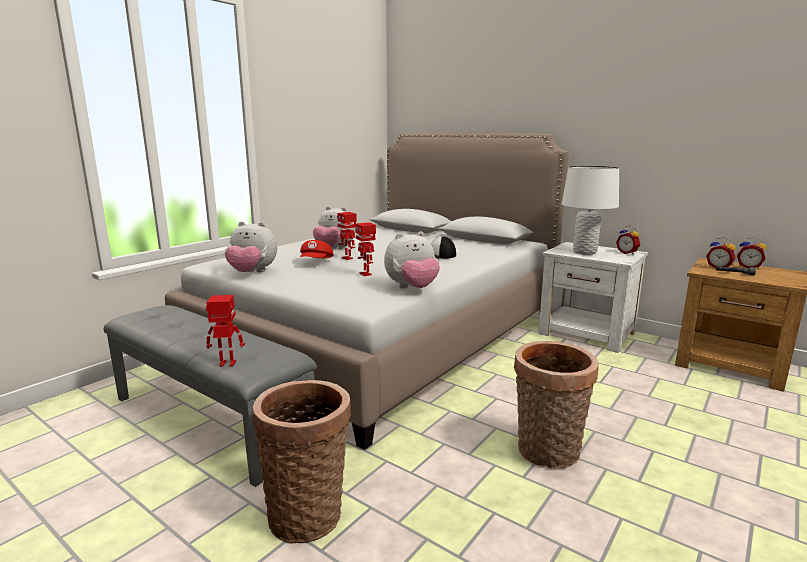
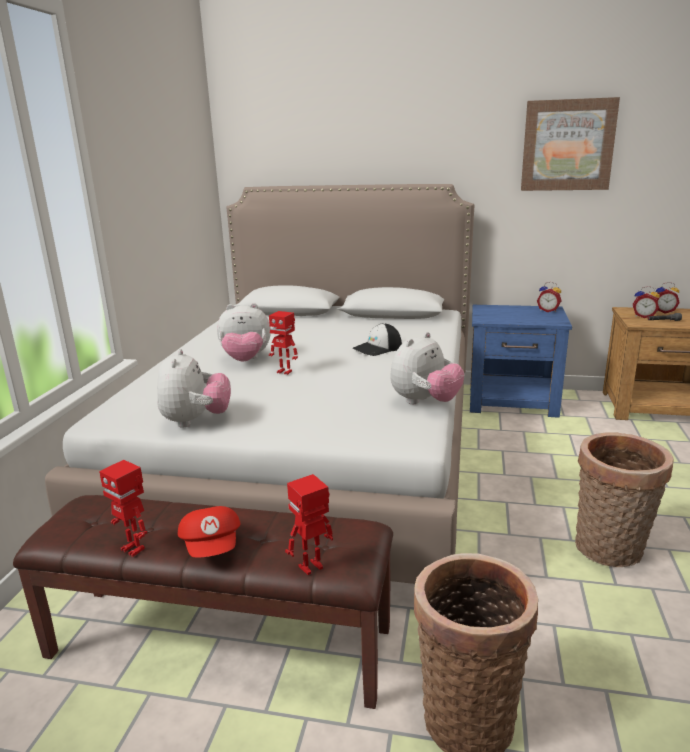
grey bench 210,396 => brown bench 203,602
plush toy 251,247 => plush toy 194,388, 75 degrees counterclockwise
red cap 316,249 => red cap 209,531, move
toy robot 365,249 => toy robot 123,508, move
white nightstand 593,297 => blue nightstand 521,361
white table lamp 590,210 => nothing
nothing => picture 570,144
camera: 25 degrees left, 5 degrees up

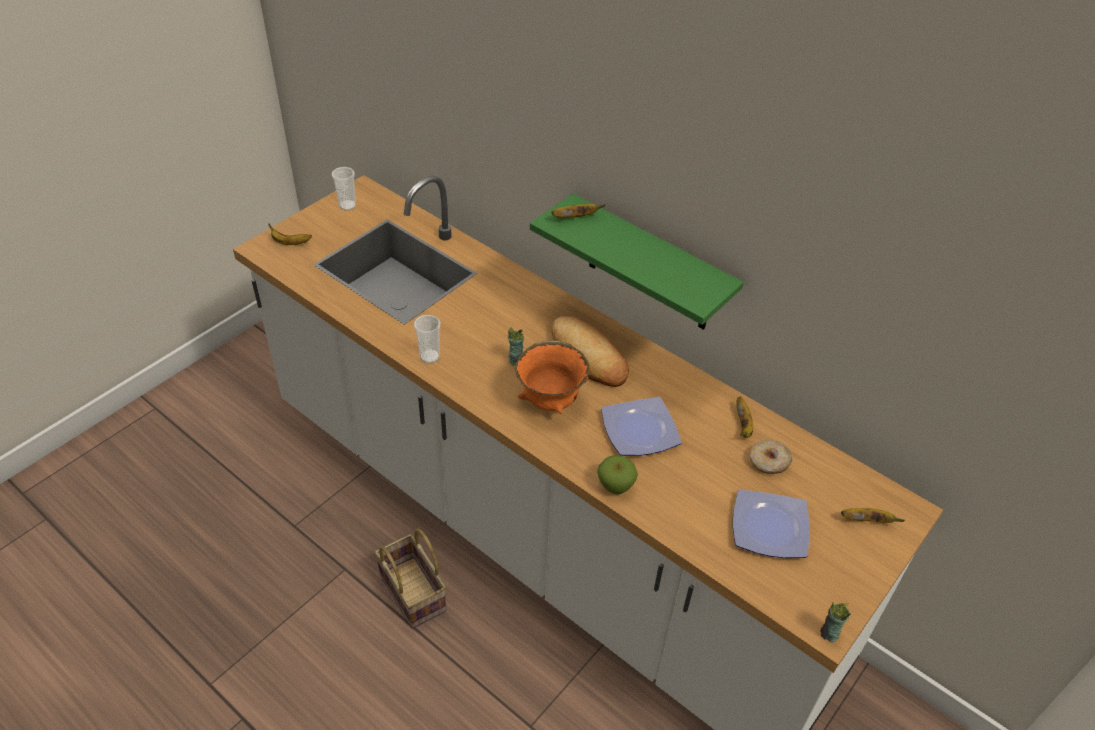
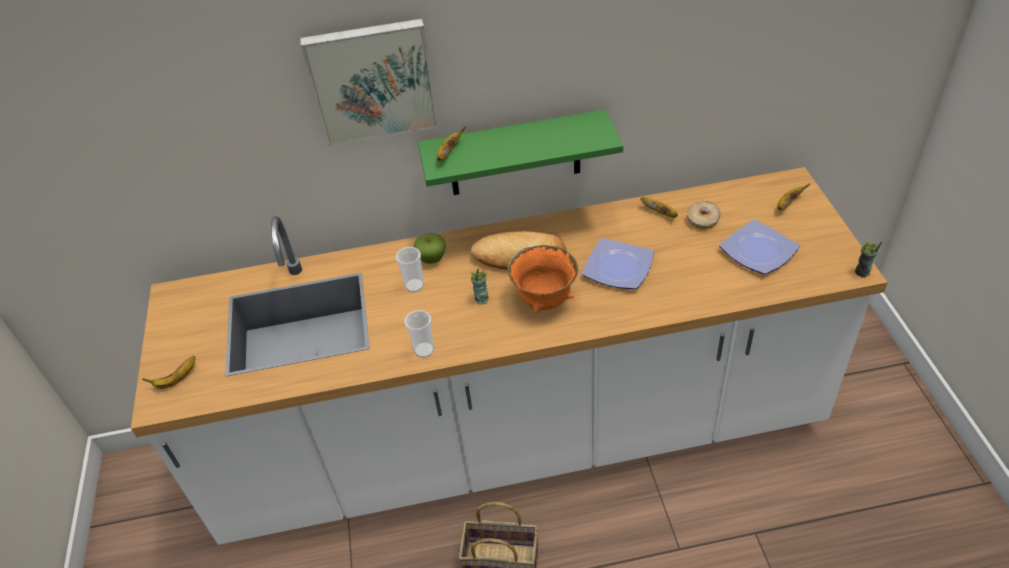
cup 344,189 => cup 410,270, move
apple 617,474 => apple 430,248, move
nothing => picture 369,82
camera: 45 degrees left, 0 degrees up

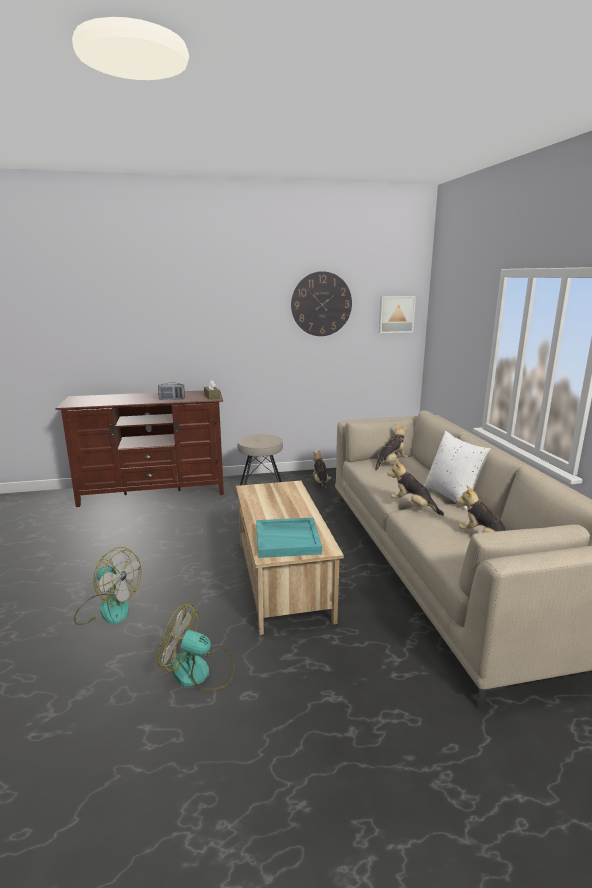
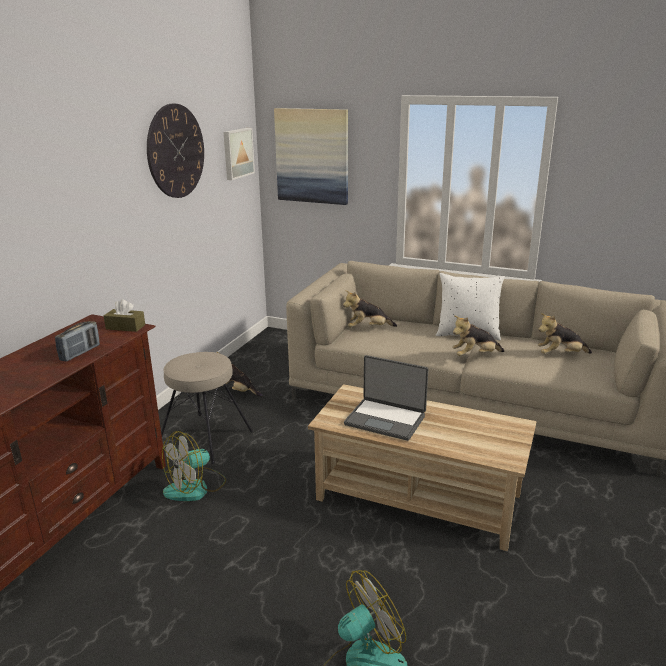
fan 196,647 => fan 194,466, move
turquoise tray 289,538 => nothing
plush toy 391,448 => plush toy 370,308, 90 degrees counterclockwise
nothing => picture 311,156
nothing => laptop 386,398
camera: 55 degrees left, 5 degrees up

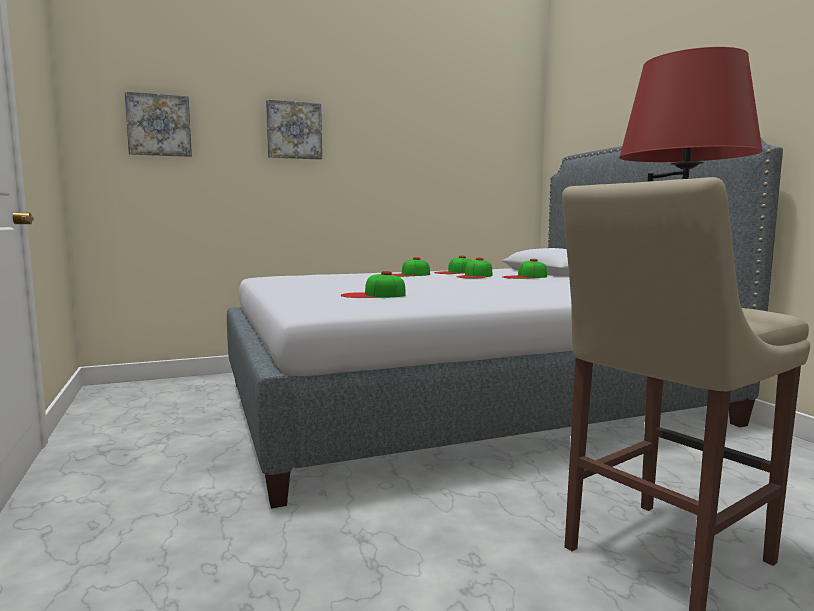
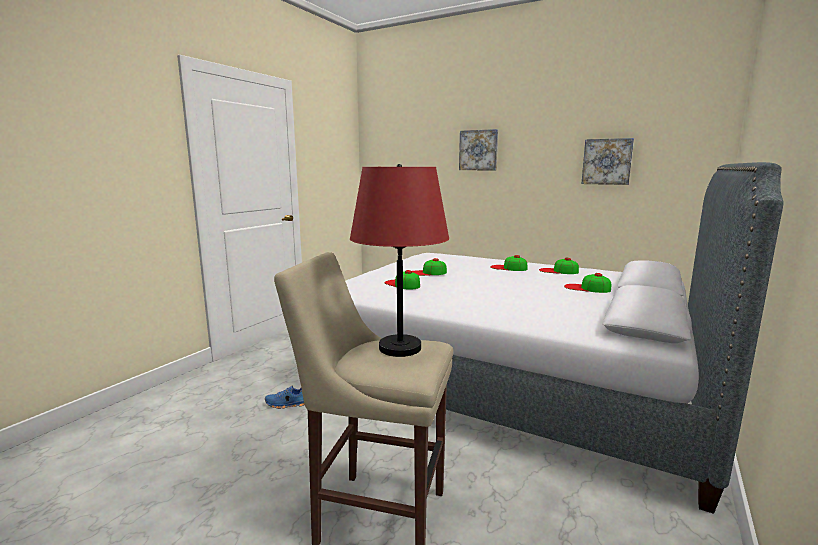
picture 158,124 => picture 608,161, move
cap 474,268 => cap 429,267, move
nothing => blue shoe 285,397
camera: 50 degrees right, 5 degrees up

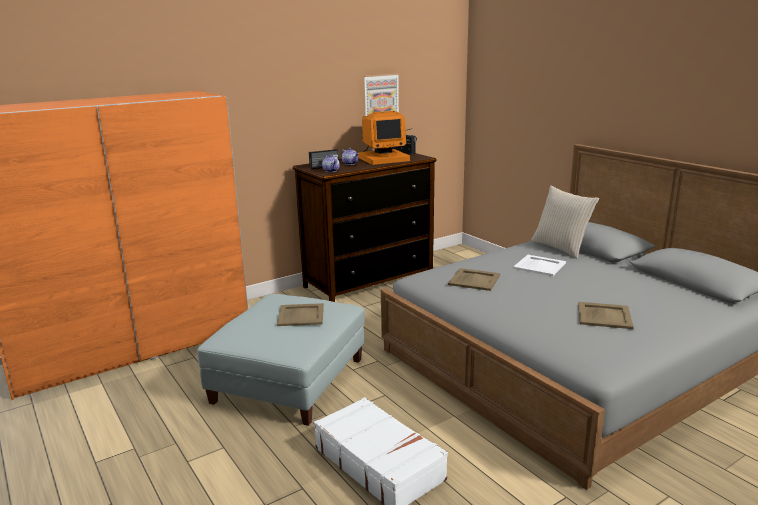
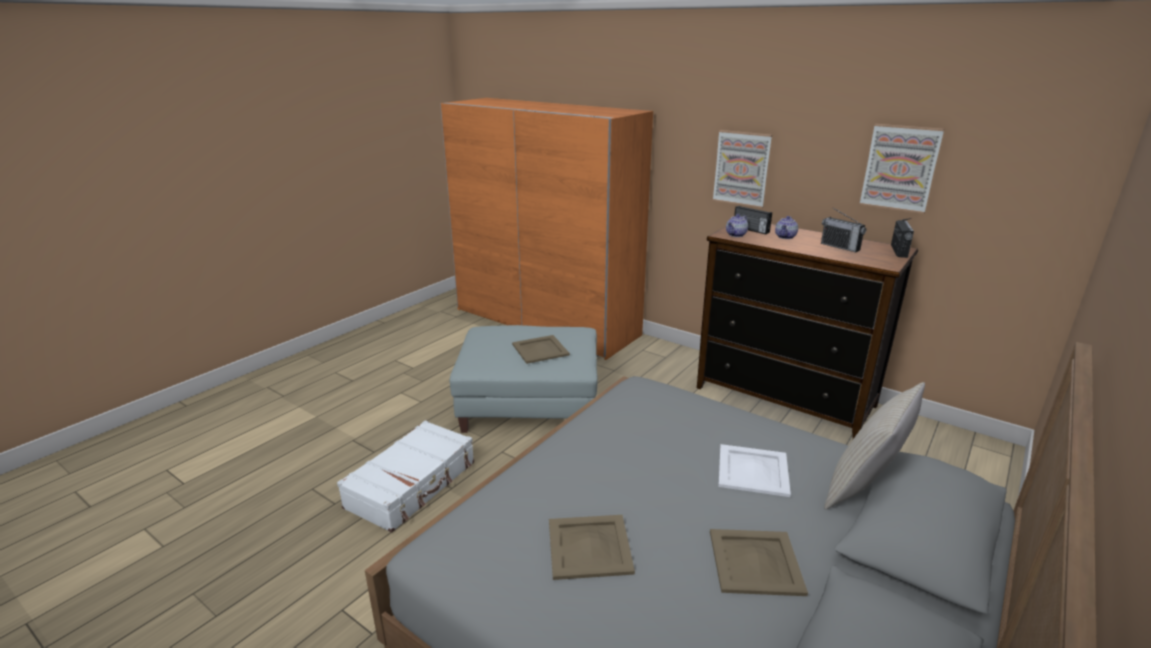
monitor 384,138 => radio 843,229
beige tray 474,279 => beige tray 759,562, move
nothing => picture 742,169
camera: 70 degrees right, 5 degrees up

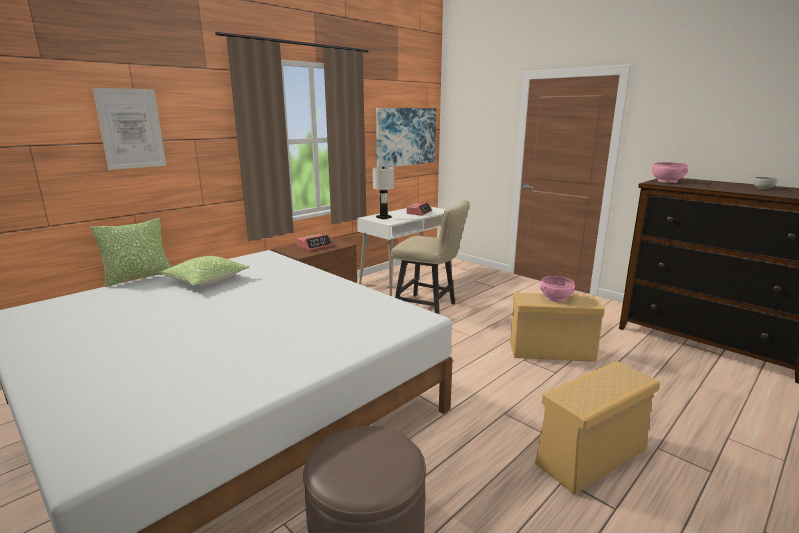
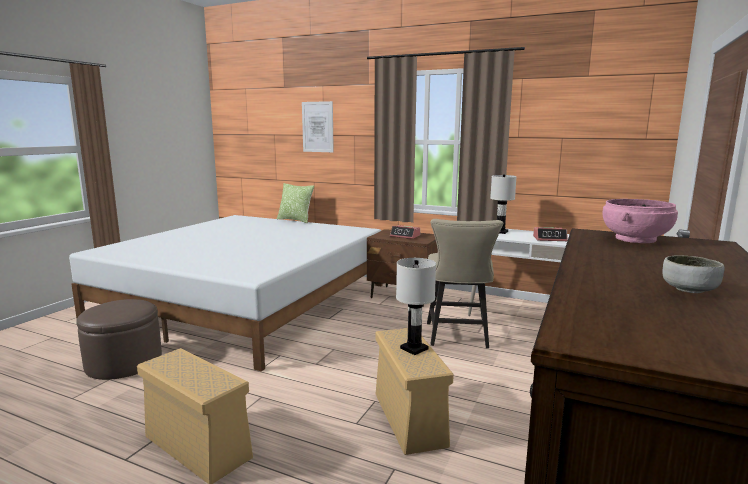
pillow 204,270 => nothing
picture 406,137 => nothing
pink bowl 557,289 => white table lamp 416,306
camera: 70 degrees right, 5 degrees down

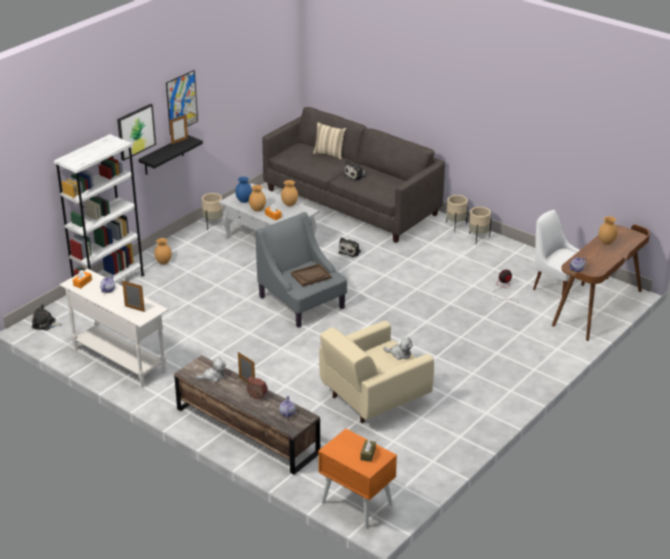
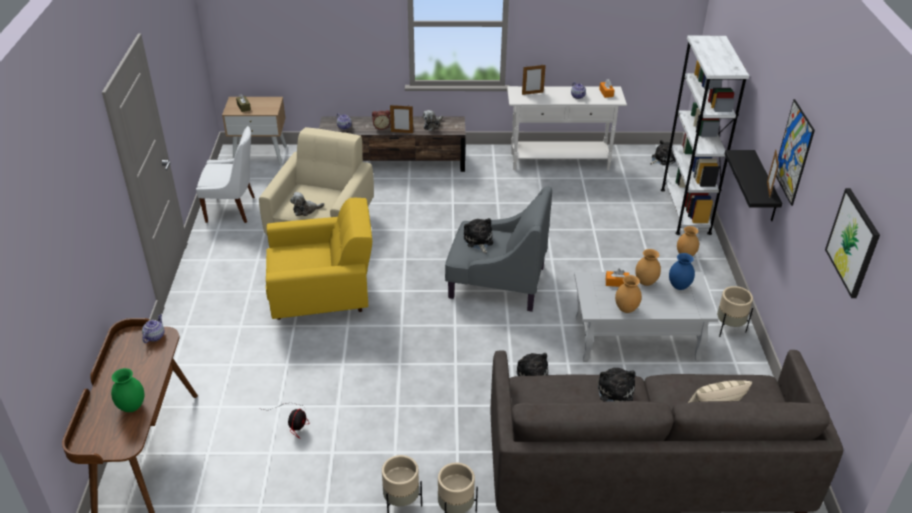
picture 136,132 => picture 852,243, move
brown tray 311,275 => plush toy 478,235
orange nightstand 357,479 => beige nightstand 254,131
white chair 559,253 => white chair 225,174, move
brown vase 608,230 => green vase 127,390
nothing => yellow armchair 319,259
camera: 140 degrees right, 5 degrees up

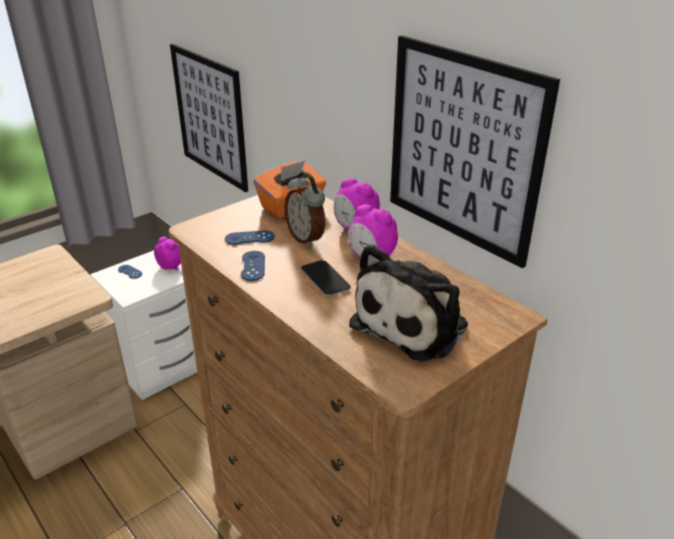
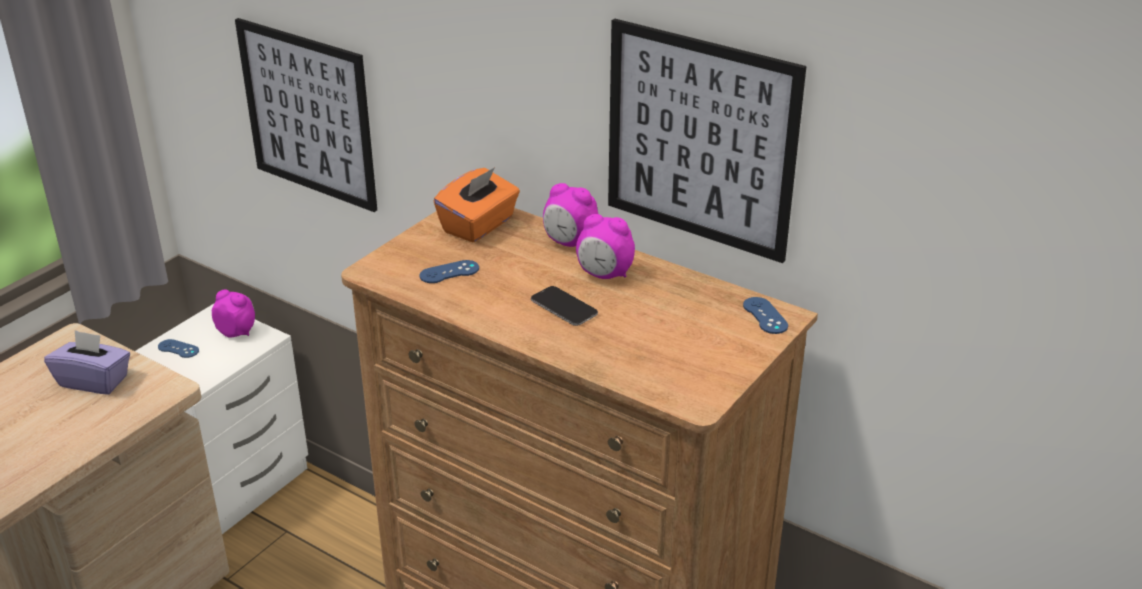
blue game controller 253,266 => blue game controller 765,315, move
alarm clock 304,209 => nothing
plush toy 408,302 => nothing
nothing => purple tissue box 87,362
camera: 15 degrees left, 0 degrees up

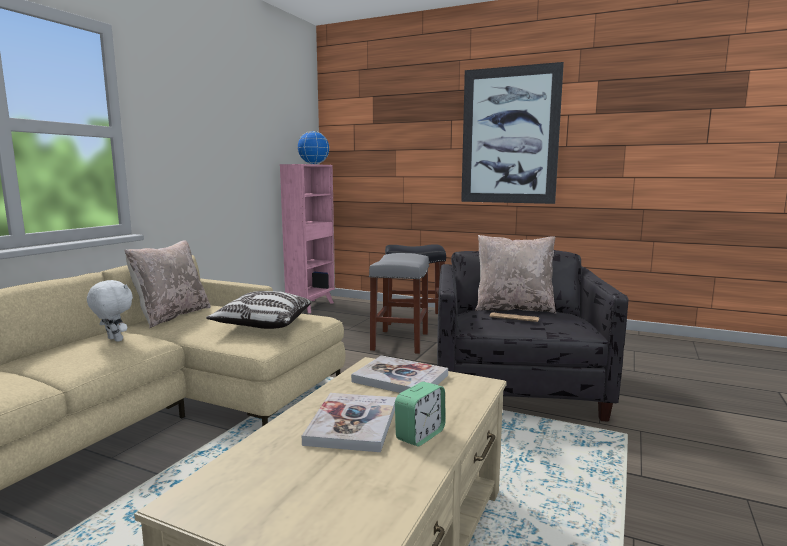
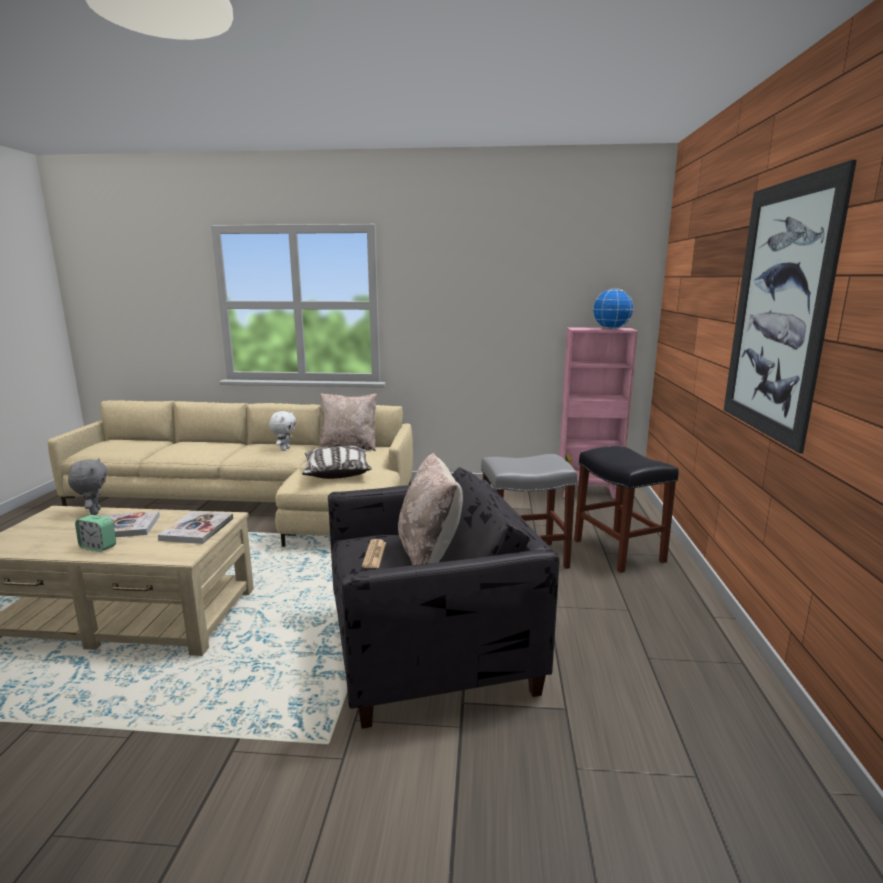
nothing => grey plush toy 87,486
camera: 70 degrees right, 5 degrees up

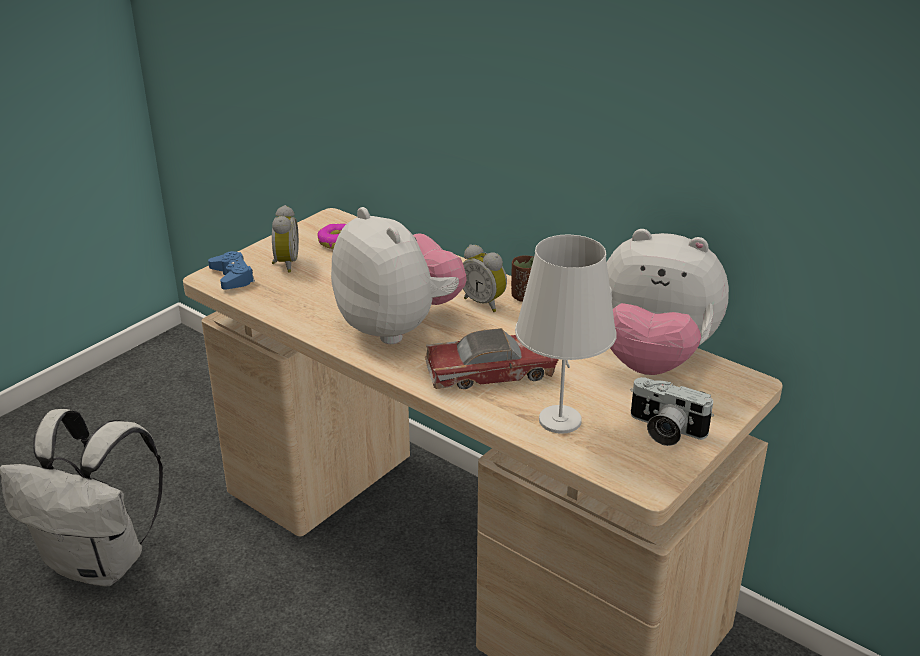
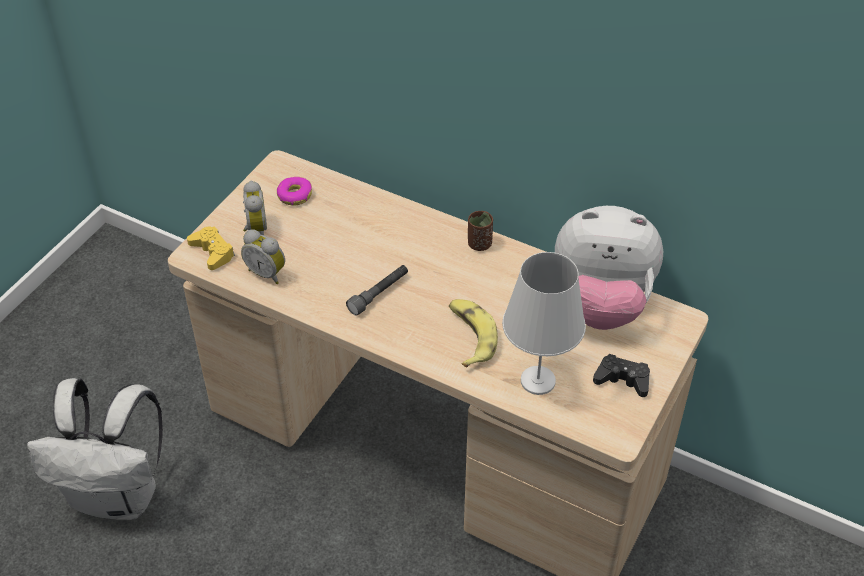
blue game controller 231,270 => yellow game controller 211,248
plush toy 398,275 => grey flashlight 377,290
toy car 492,358 => banana 473,333
alarm clock 485,278 => alarm clock 263,256, move
photo camera 672,411 => black game controller 621,375
camera: 10 degrees left, 15 degrees up

